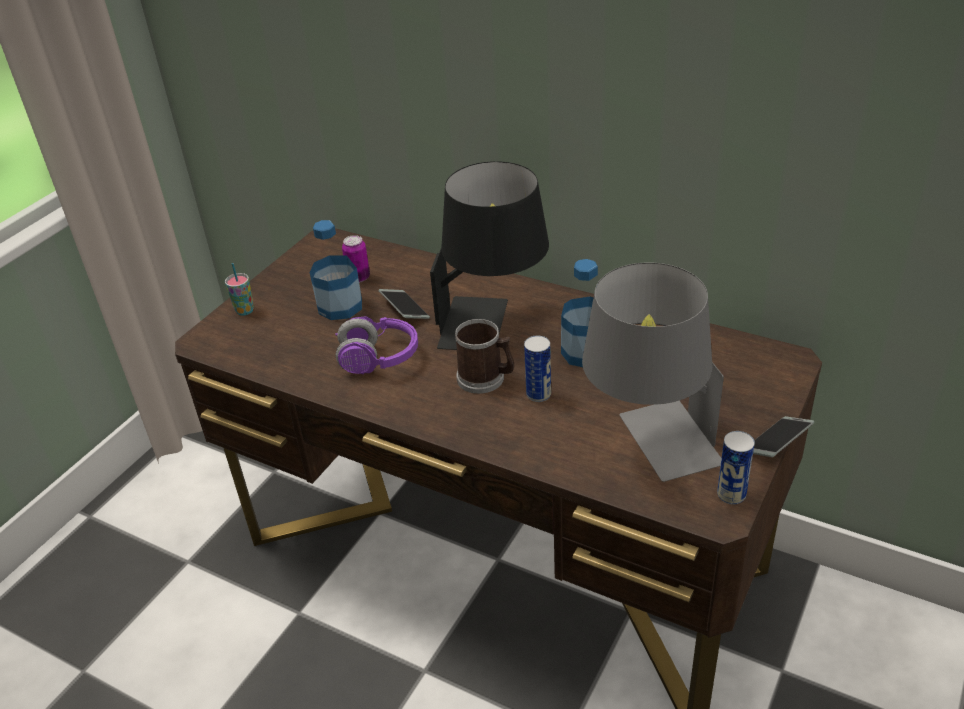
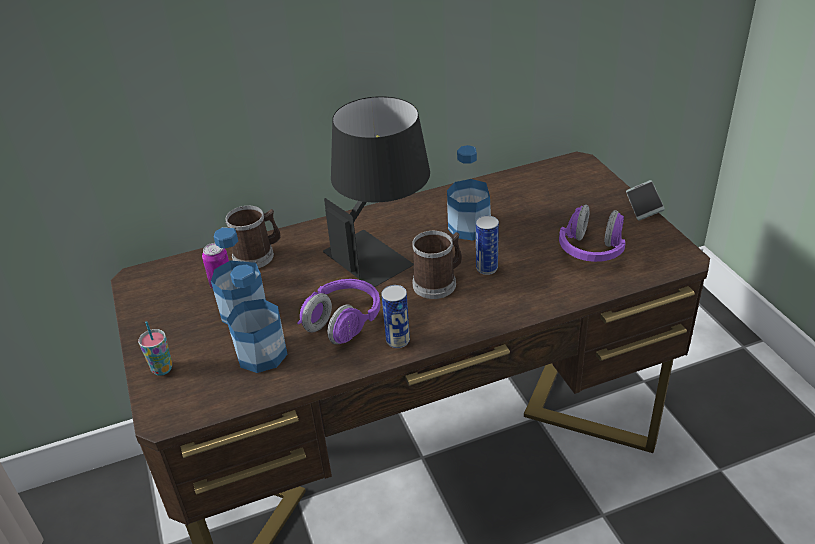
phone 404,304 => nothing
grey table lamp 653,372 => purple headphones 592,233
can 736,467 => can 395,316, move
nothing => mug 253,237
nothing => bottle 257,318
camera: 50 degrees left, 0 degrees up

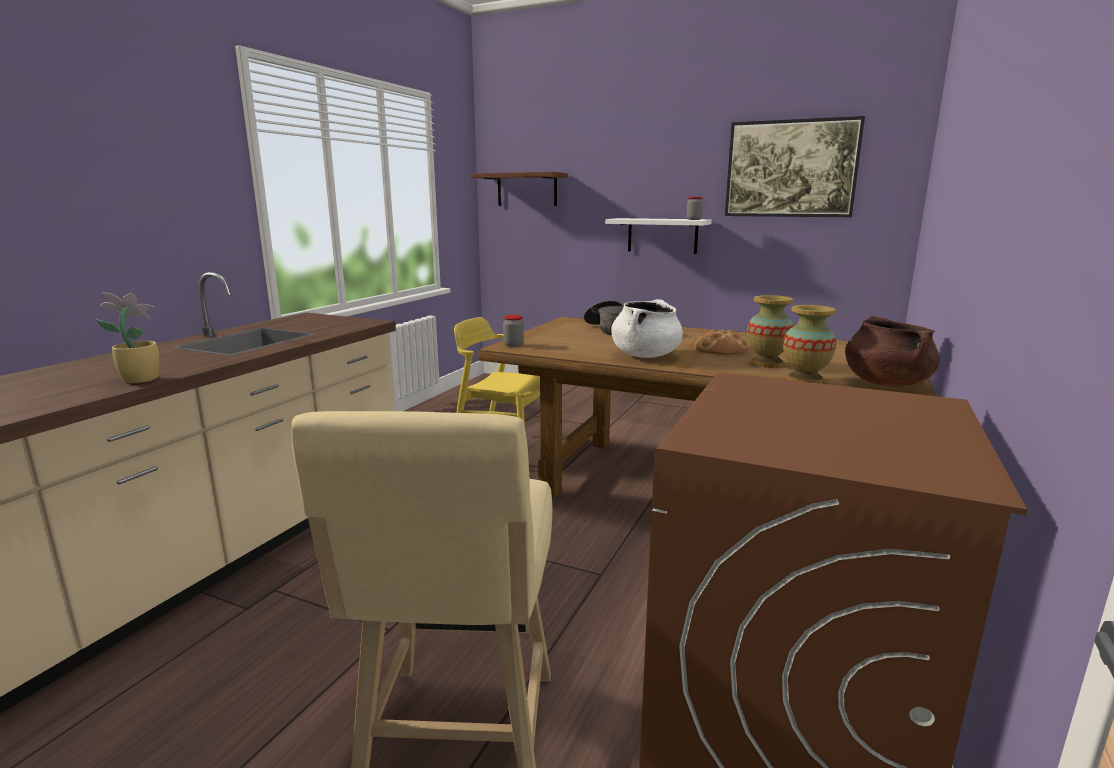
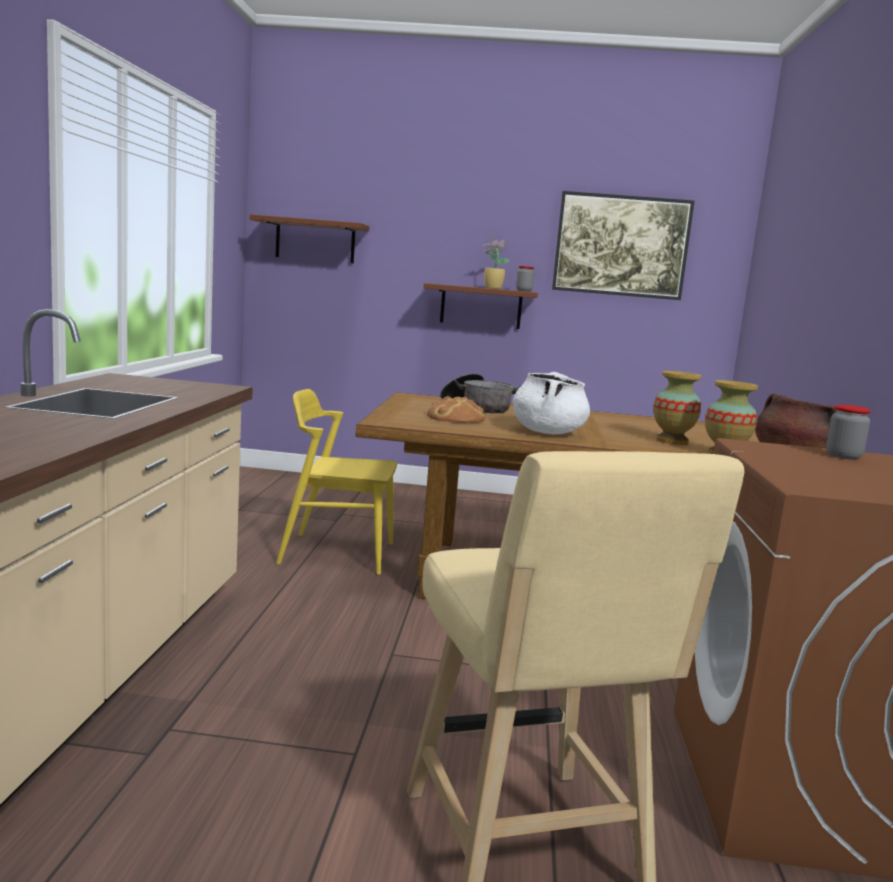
potted plant 128,337 => potted plant 496,263, move
jar 513,331 => jar 848,432, move
white shelf 658,236 => brown shelf 481,306
bread 721,342 => bread 456,410, move
camera: 20 degrees left, 5 degrees down

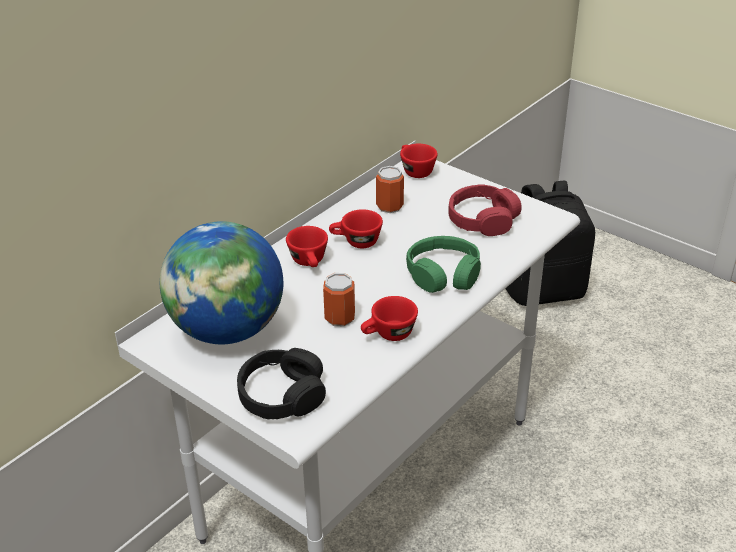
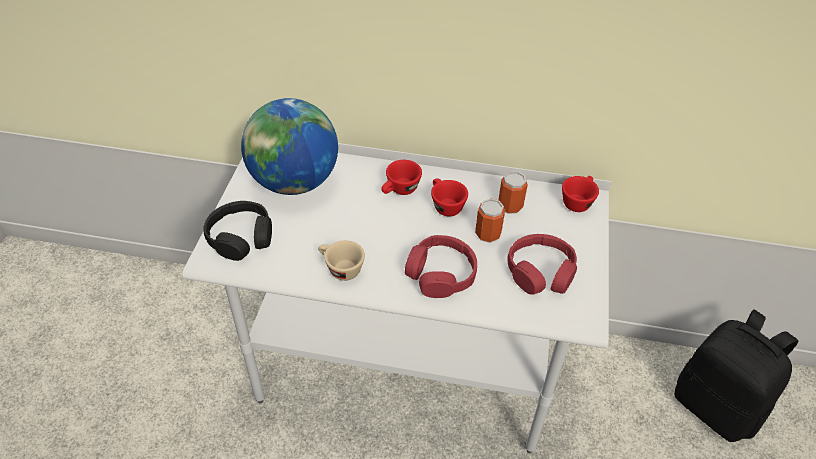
can 339,299 => can 490,220, move
red cup 389,318 => beige cup 341,260
green headphones 443,264 => red headphones 441,266
camera: 60 degrees right, 10 degrees up

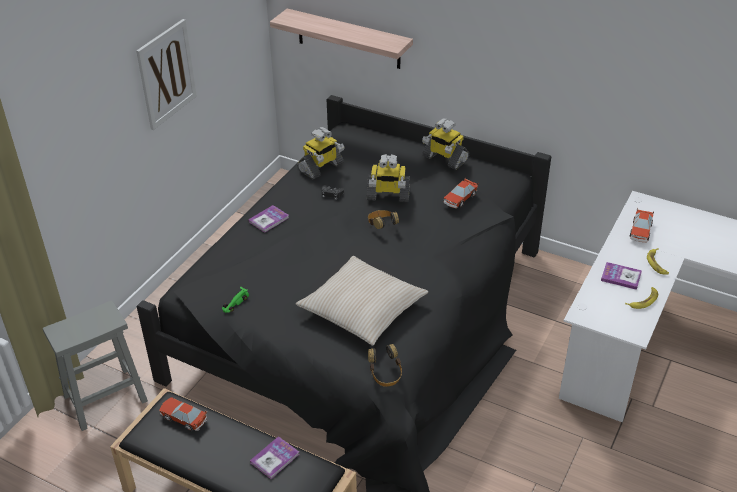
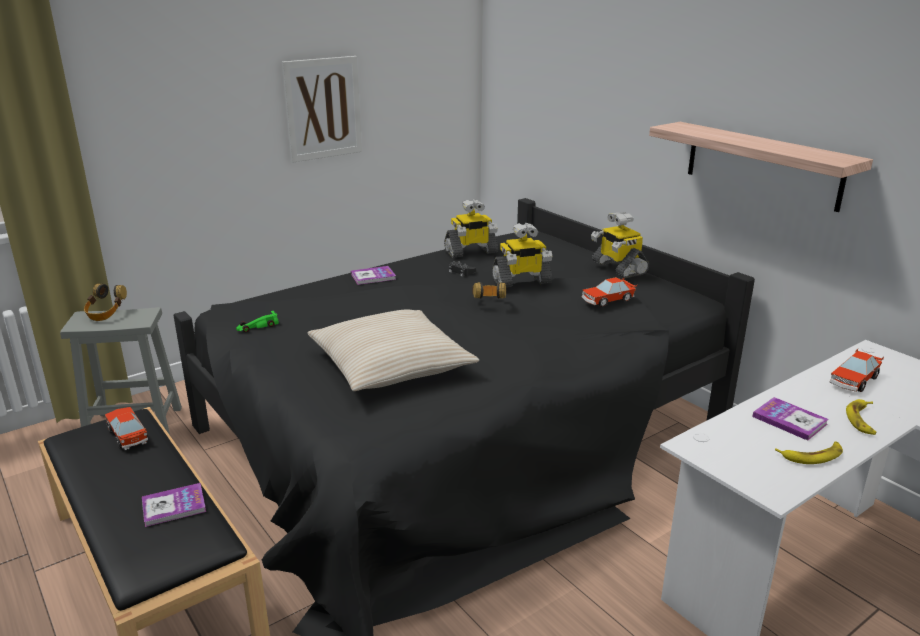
shelf 341,38 => shelf 761,167, move
toy robot 388,178 => toy robot 522,255, 45 degrees counterclockwise
headphones 385,365 => headphones 105,302, move
camera: 25 degrees right, 15 degrees down

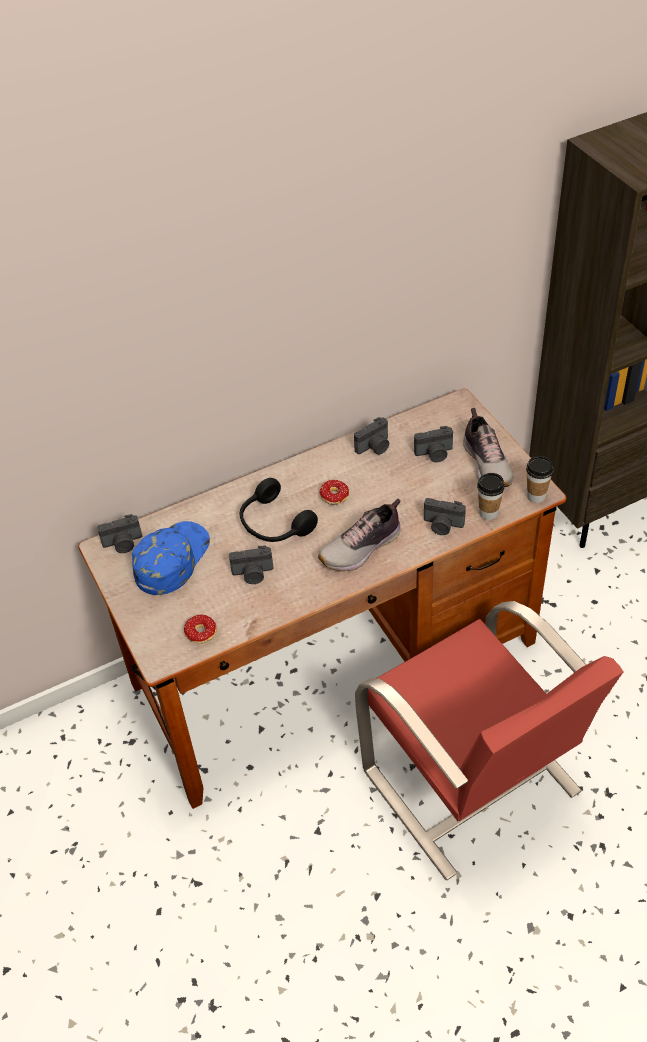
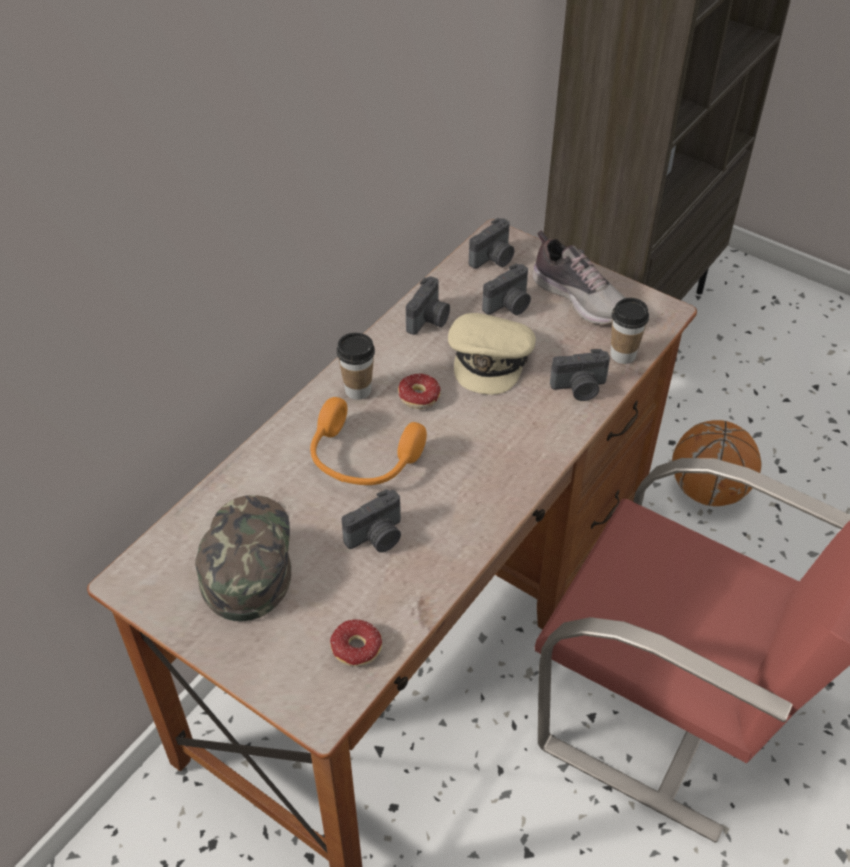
photo camera 119,533 => photo camera 491,243, move
blue cap 171,558 => green cap 243,558
black headphones 279,510 => orange headphones 368,441
shoe 359,535 => nothing
cup 540,479 => cup 356,366, move
nothing => beige cap 492,354
nothing => basketball 716,463
camera: 30 degrees left, 0 degrees up

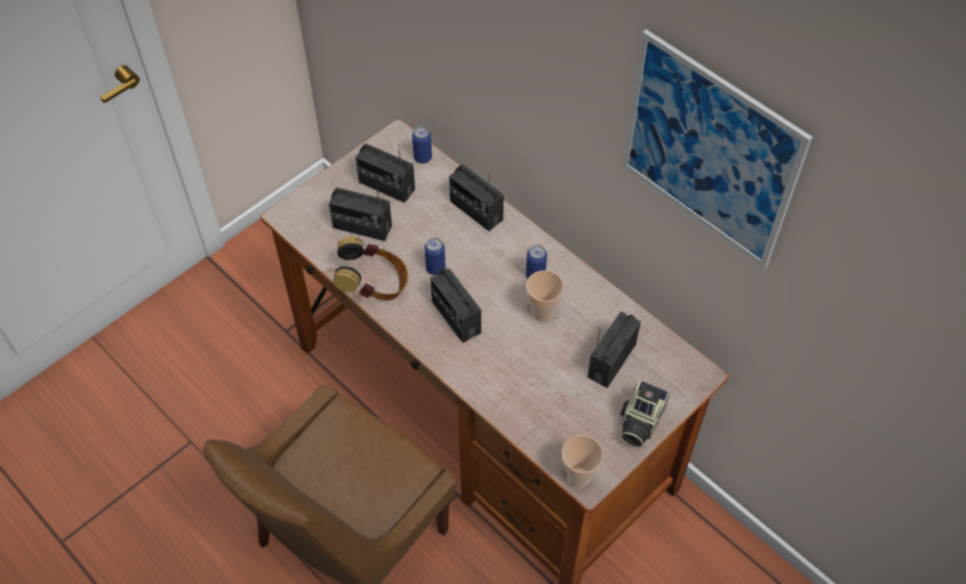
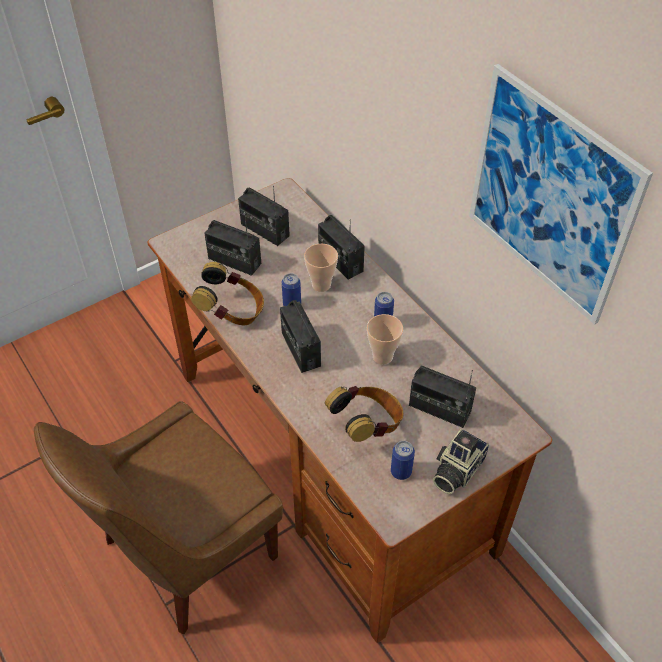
can 422,144 => can 403,460, move
cup 583,461 => cup 321,268, move
radio 614,349 => radio 442,396, 105 degrees counterclockwise
nothing => headphones 364,414
camera: 10 degrees right, 5 degrees down

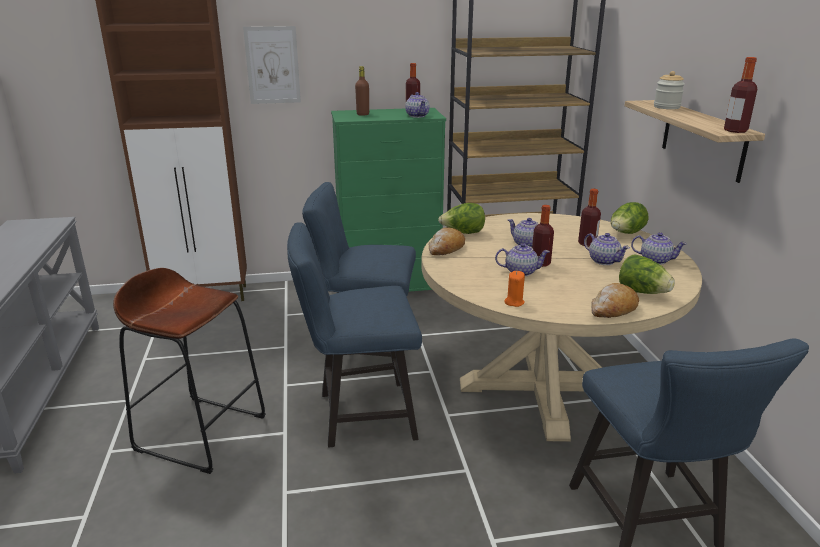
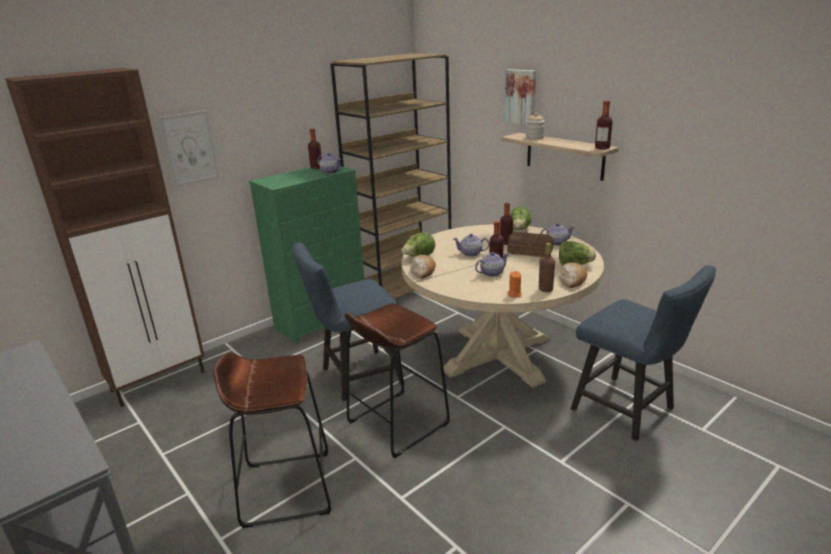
blue chair 354,334 => brown stool 397,380
brown bottle 362,91 => brown bottle 547,267, move
teapot 607,249 => bread 530,244
nothing => picture 520,97
camera: 30 degrees left, 0 degrees up

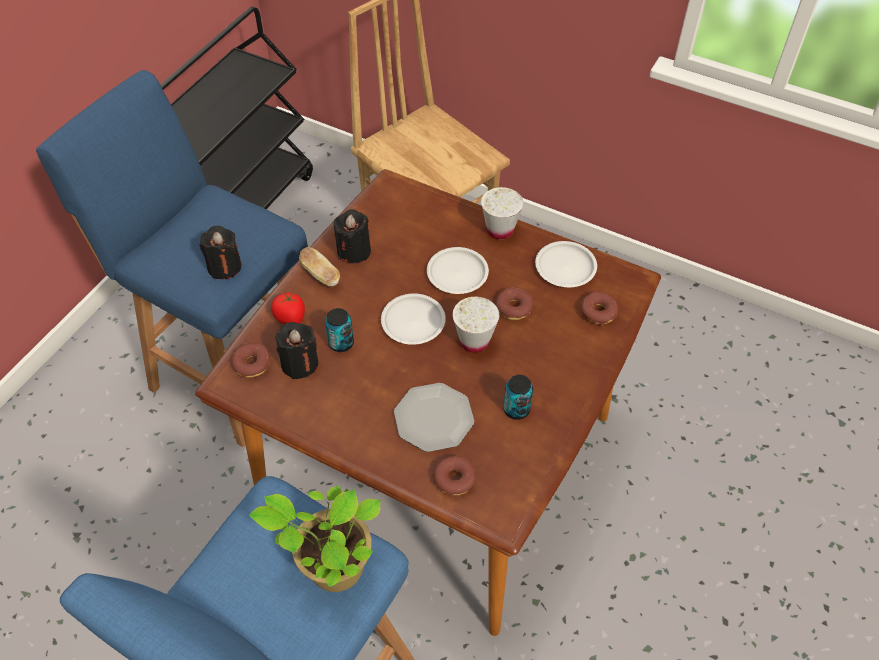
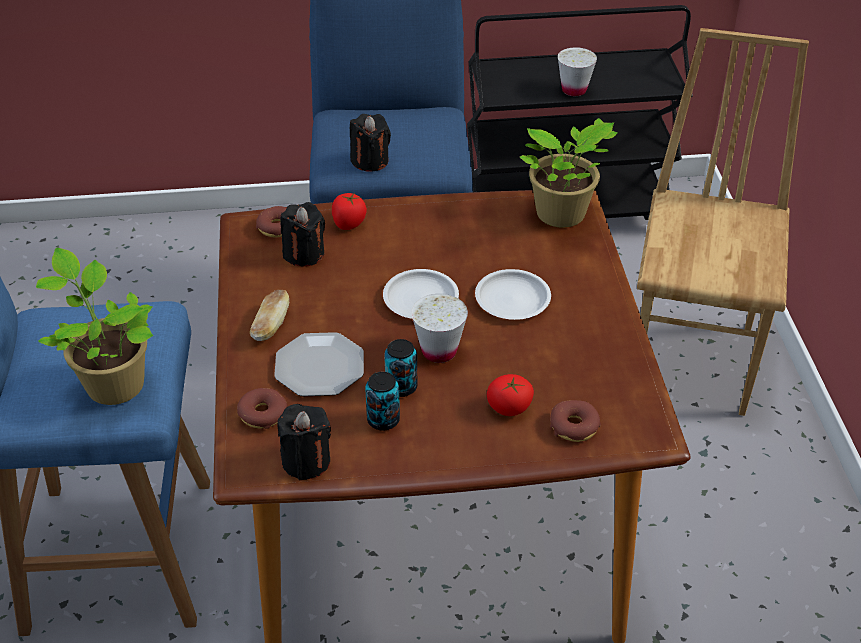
bread 319,267 => bread 269,315, move
can 339,330 => can 400,368, move
black candle 352,236 => black candle 304,442, move
white cup 502,213 => white cup 577,71, move
donut 514,303 => nothing
white plate 566,264 => nothing
nothing => tomato 510,395
nothing => potted plant 569,173
camera: 55 degrees right, 10 degrees down

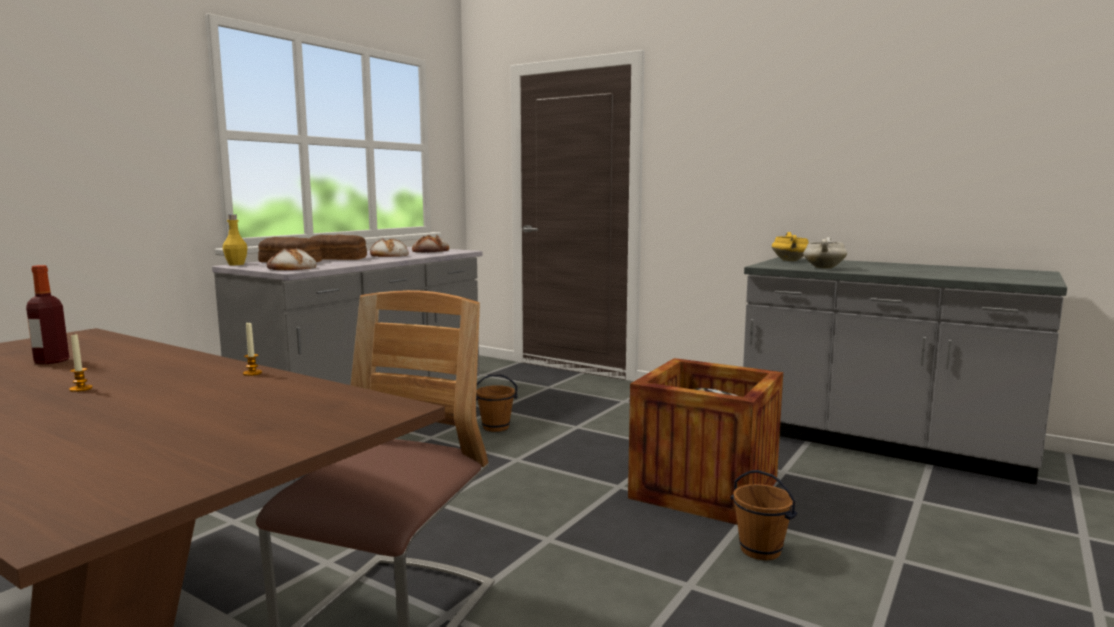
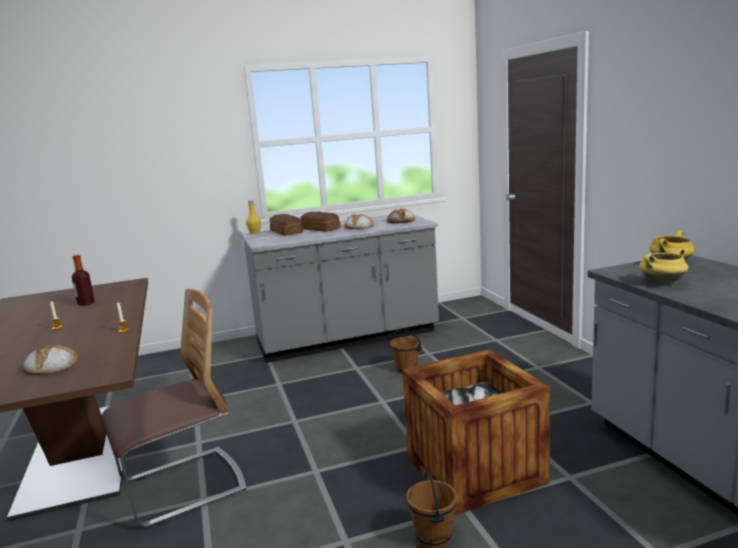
bread 292,259 => bread 50,359, move
white cooking pot 825,253 => yellow cooking pot 663,266
camera: 40 degrees right, 5 degrees up

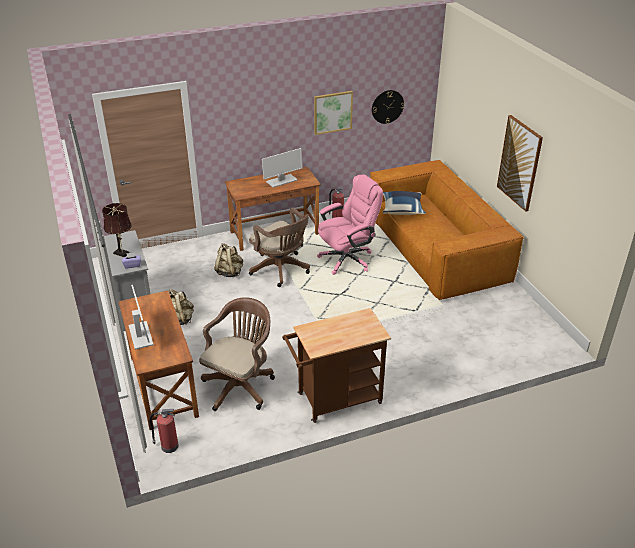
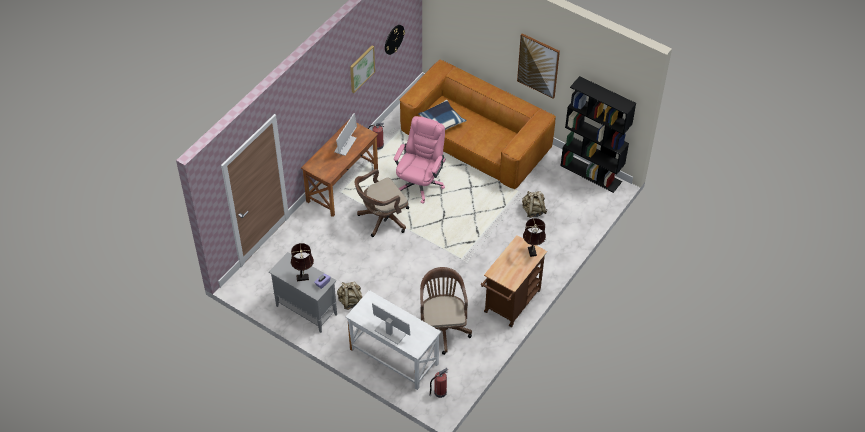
brown desk 158,360 => white desk 393,340
beige backpack 229,260 => beige backpack 534,204, move
brown office chair 279,247 => brown office chair 382,203, 135 degrees clockwise
nothing => brown table lamp 534,237
nothing => black bookcase 598,134
camera: 35 degrees left, 15 degrees up

